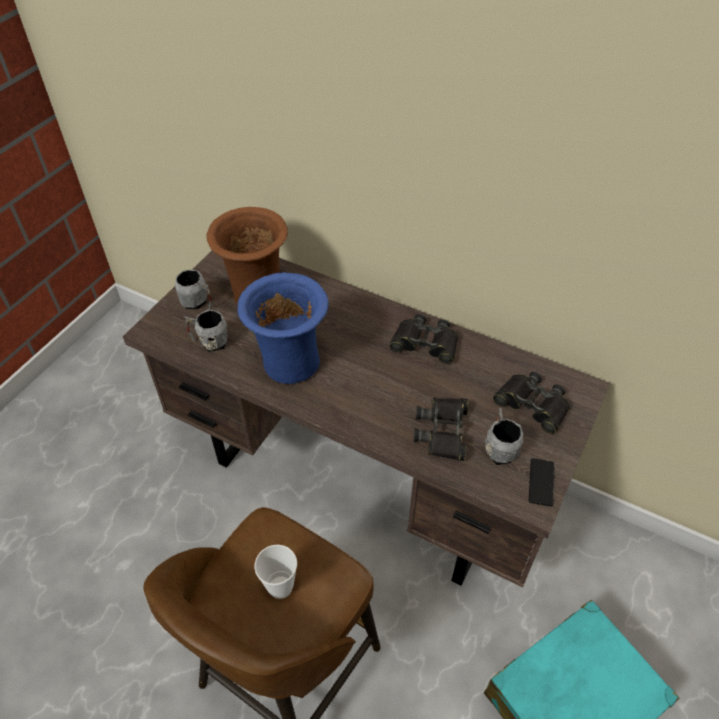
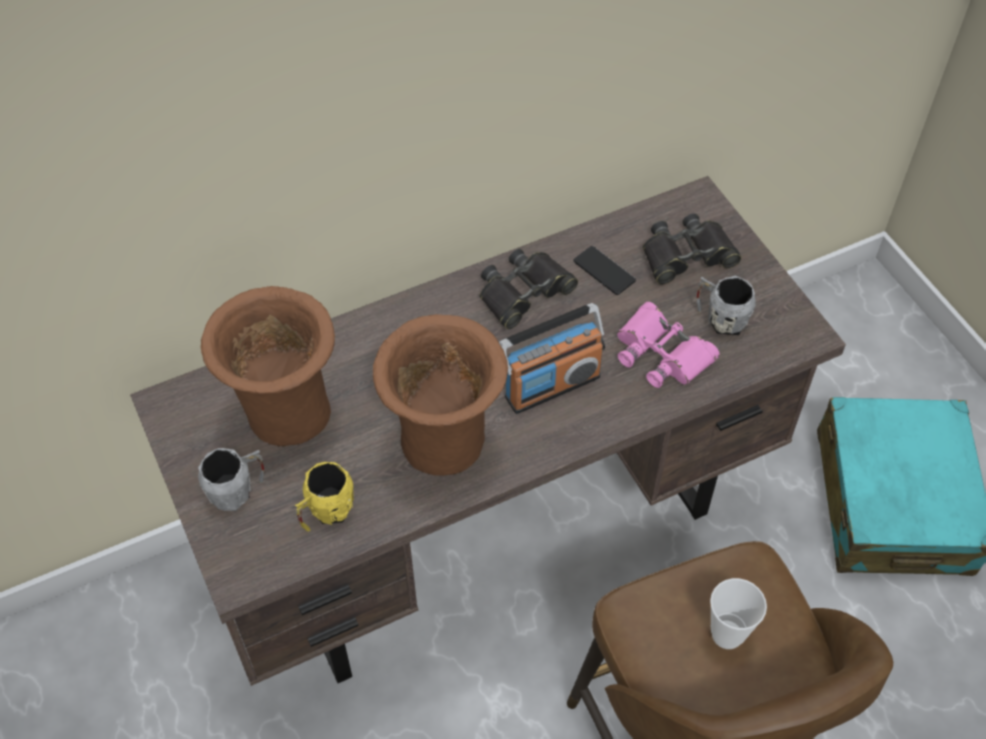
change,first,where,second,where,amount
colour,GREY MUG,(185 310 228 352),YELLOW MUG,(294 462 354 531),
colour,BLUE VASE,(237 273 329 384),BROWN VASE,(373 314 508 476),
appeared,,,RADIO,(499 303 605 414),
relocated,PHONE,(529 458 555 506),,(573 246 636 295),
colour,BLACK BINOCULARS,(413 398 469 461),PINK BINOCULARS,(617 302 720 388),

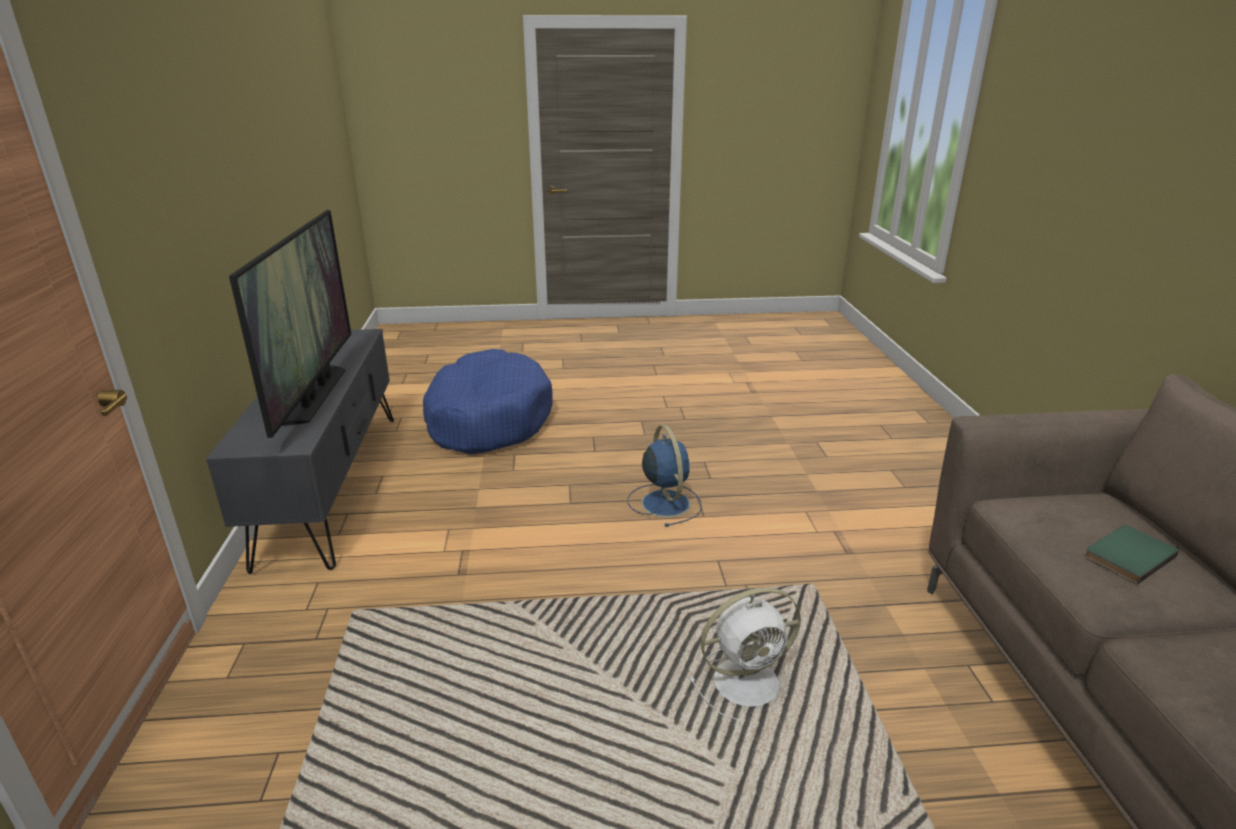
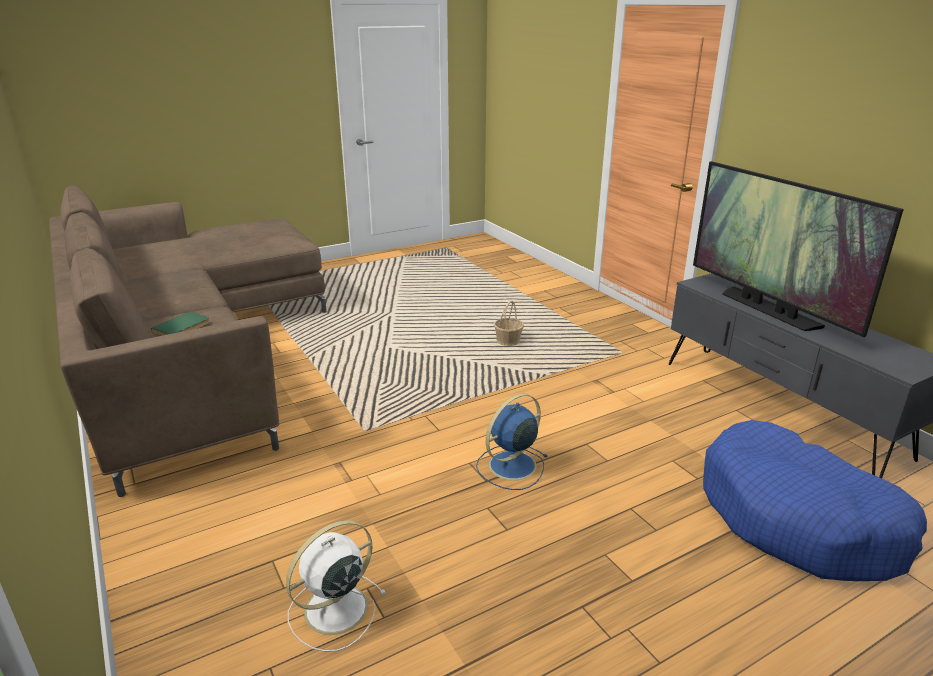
change,first,where,second,where,amount
relocated,WHITE FAN,(689 587 801 721),,(286 520 385 652),
spun,BLUE FAN,(627 425 702 527),,(476 394 547 490),90 degrees clockwise
appeared,,,BASKET,(494 300 524 346),

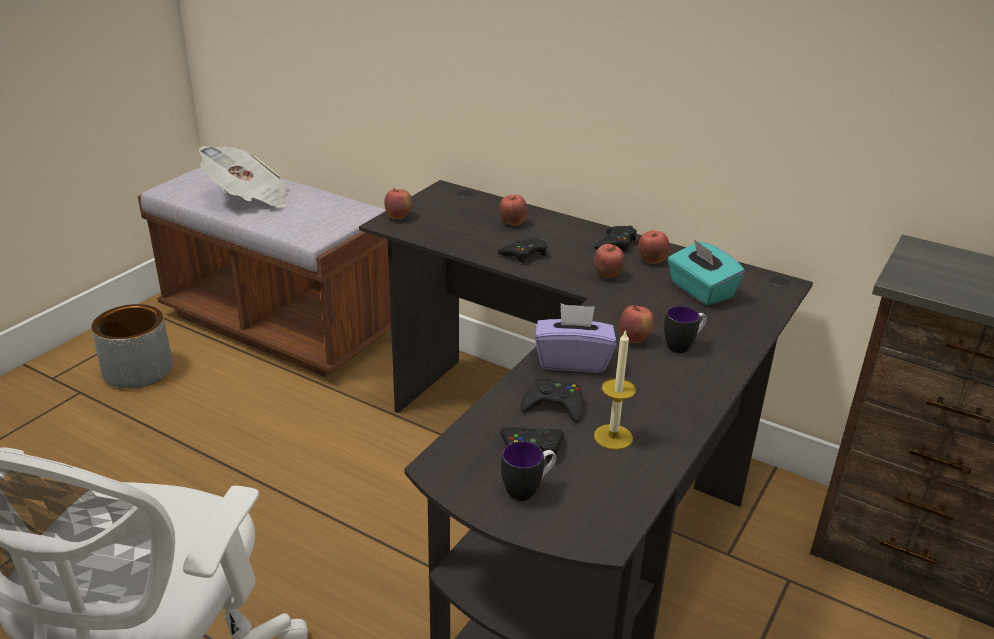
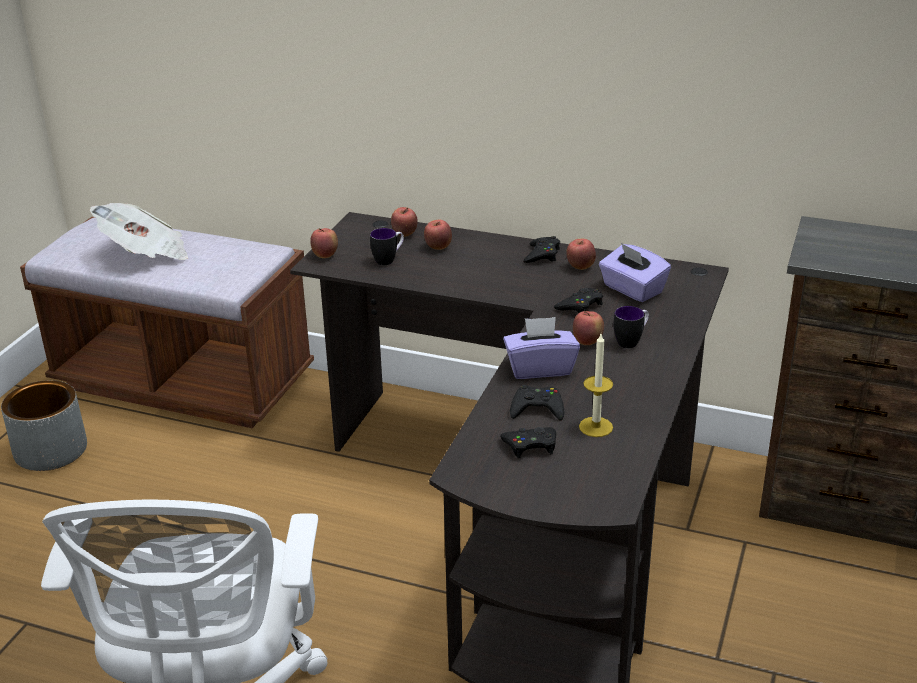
change,first,where,second,where,amount
relocated,MUG,(501 441 556 501),,(370 228 404 265),
relocated,APPLE,(594 244 625 278),,(391 207 418 237),
relocated,BLACK GAME CONTROLLER,(497 237 548 263),,(554 288 603 313),
colour,TURQUOISE TISSUE BOX,(668 239 745 306),PURPLE TISSUE BOX,(599 243 671 302),

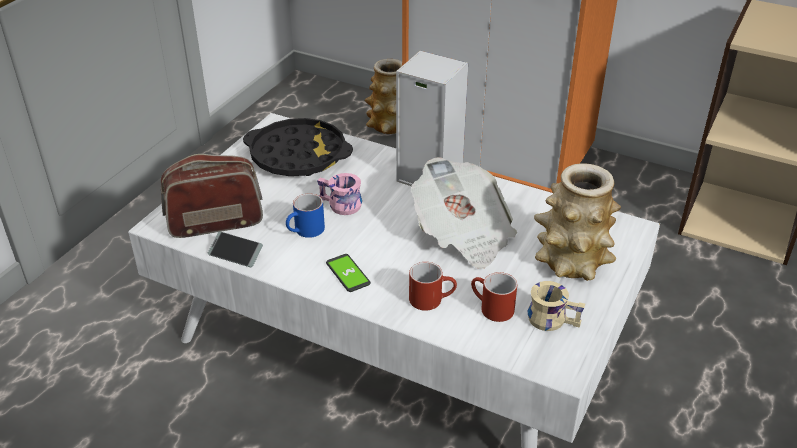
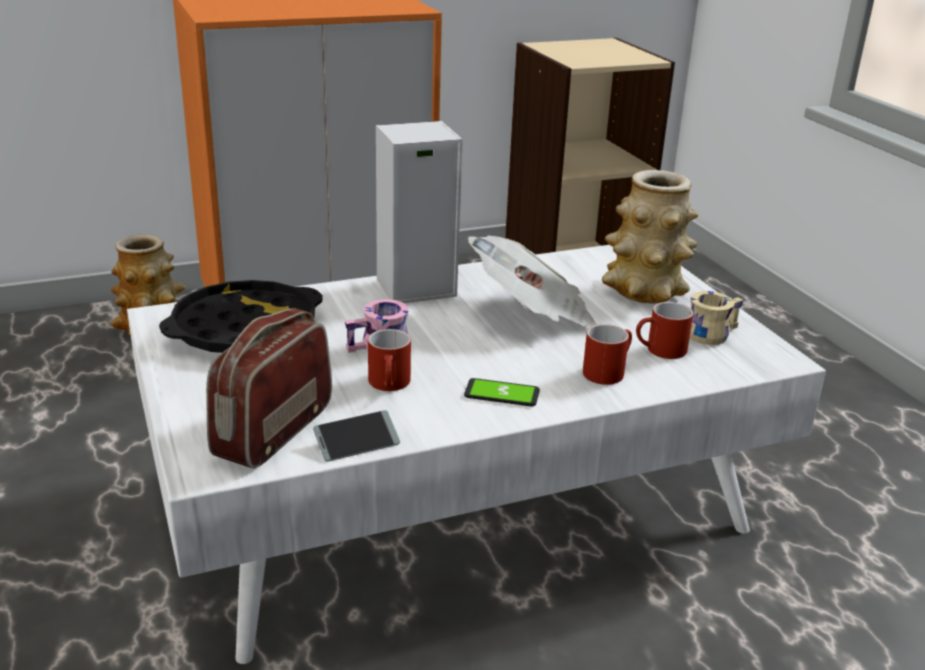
change,first,where,second,where,amount
colour,BLUE MUG,(286 193 325 238),RED MUG,(368 329 411 391),

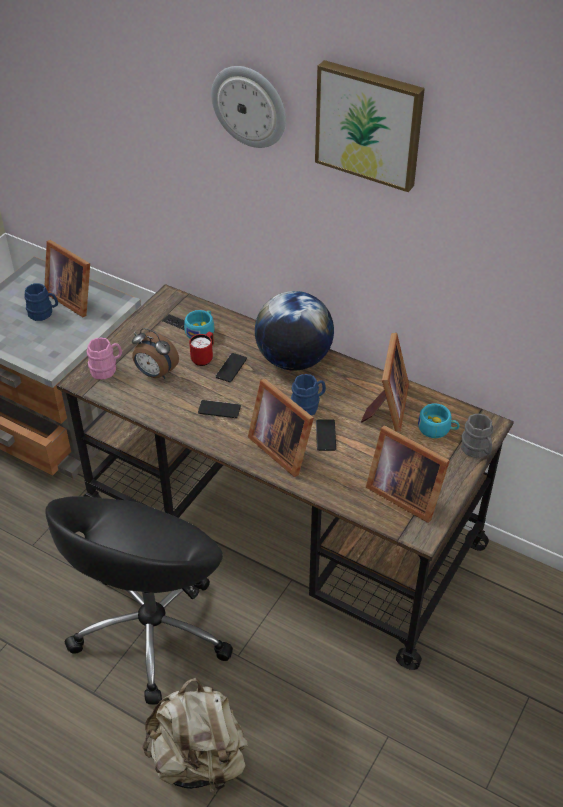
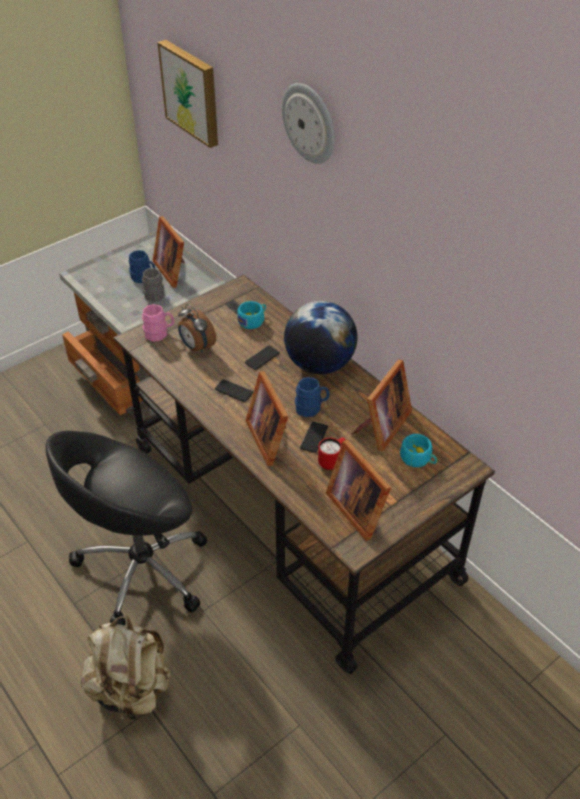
change,first,where,second,where,amount
relocated,GREY MUG,(461 413 493 458),,(142 268 164 302),
relocated,PICTURE,(315 60 425 192),,(157 40 218 148),
relocated,RED MUG,(189 332 214 366),,(318 437 346 470),

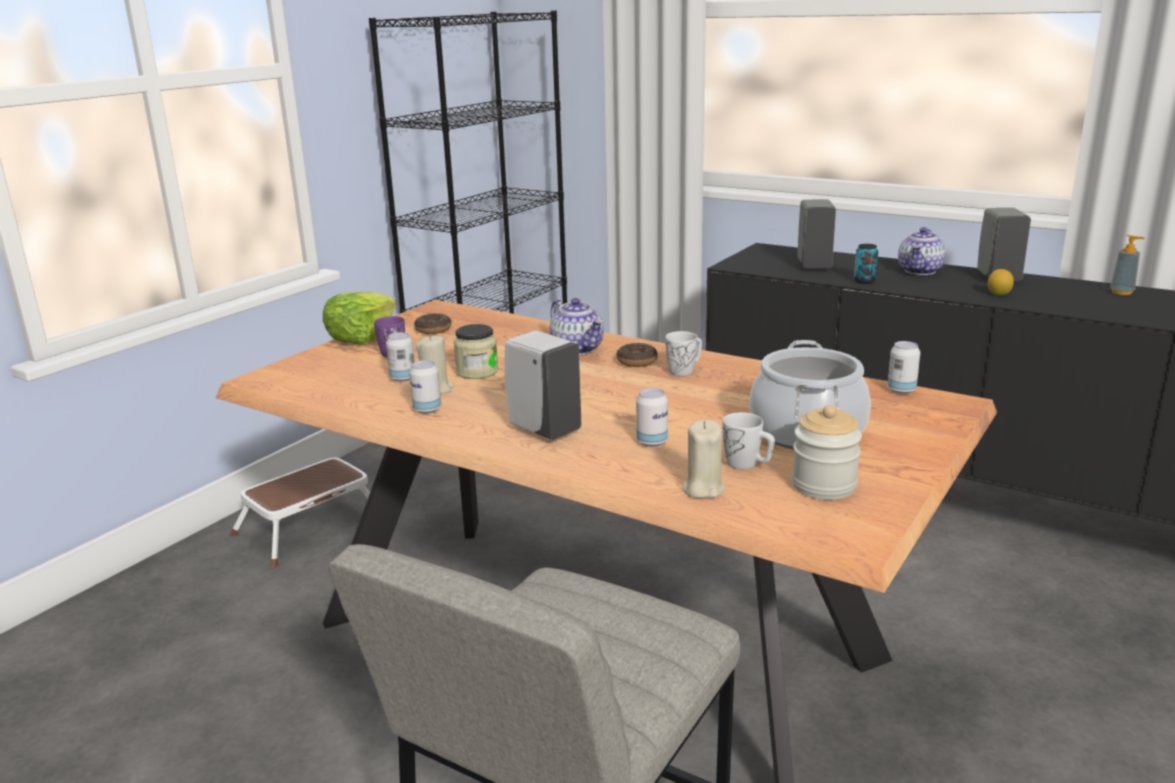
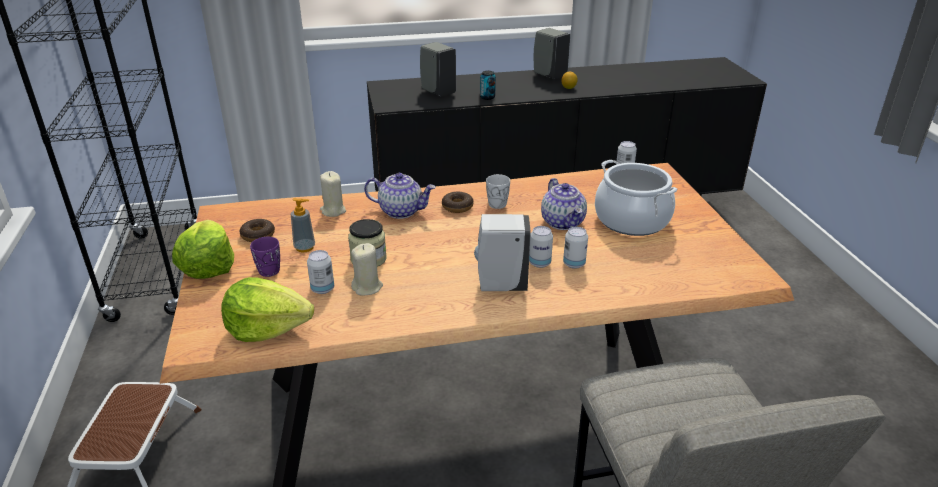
change,first,where,second,where,amount
appeared,,,LETTUCE,(221 277 314 342),
relocated,SOAP DISPENSER,(1110 235 1145 295),,(291 198 315 252),
relocated,BEIGE CANDLE,(682 420 725 498),,(320 171 346 217),
relocated,CAN,(409 360 441 414),,(529 226 553 268),
relocated,TEAPOT,(898 227 946 275),,(541 178 587 230),
missing,WHITE MUG,(722 412 775 469),,,
missing,JAR,(792 405 862 500),,,

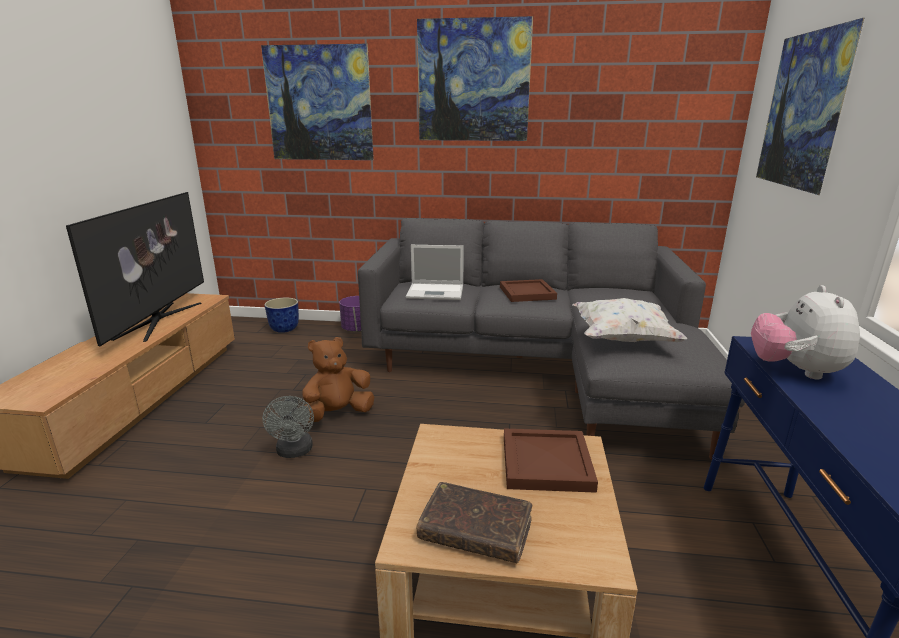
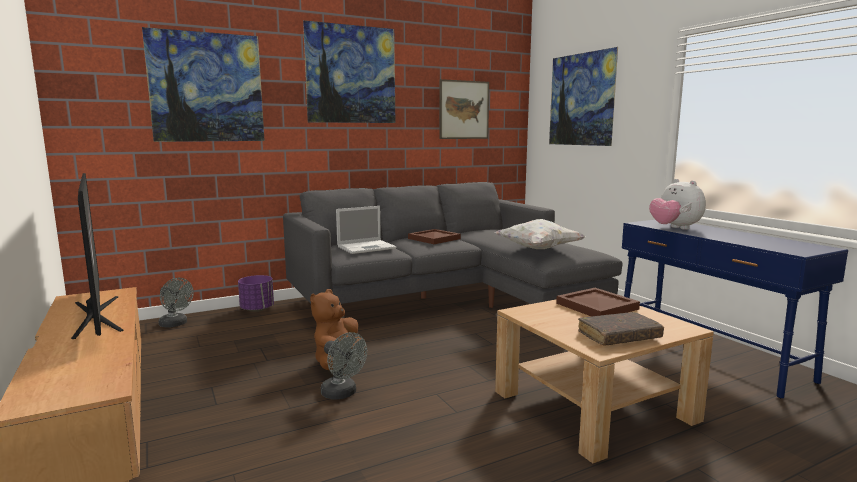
change,first,where,second,where,amount
exchanged,PLANTER,(264 298 299 333),GREY FAN,(159 278 194 328),
appeared,,,PICTURE,(439 79 489 139),

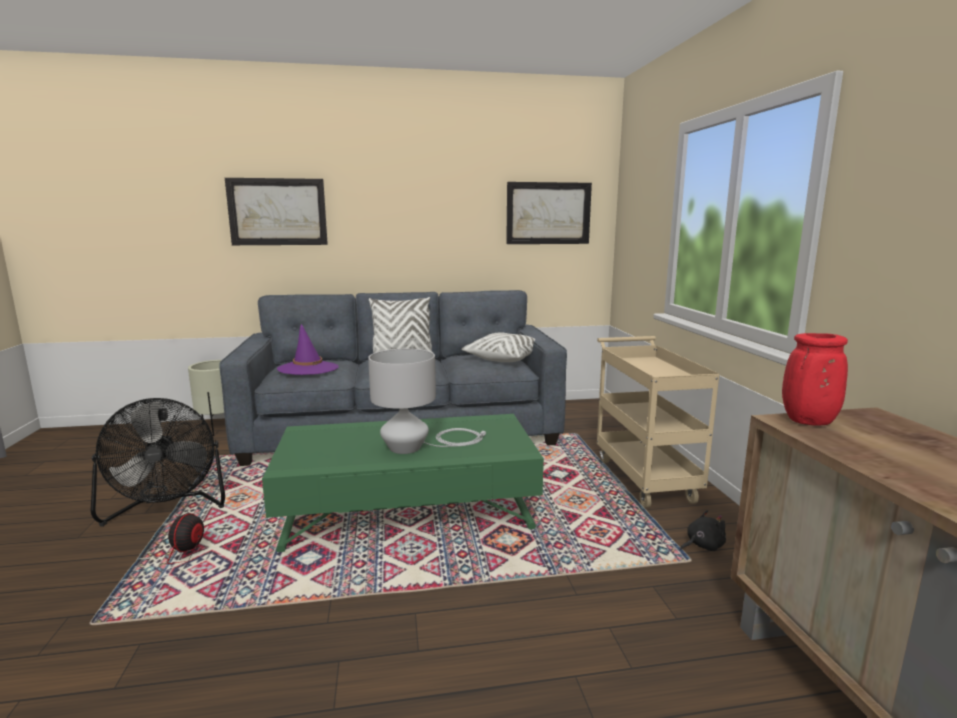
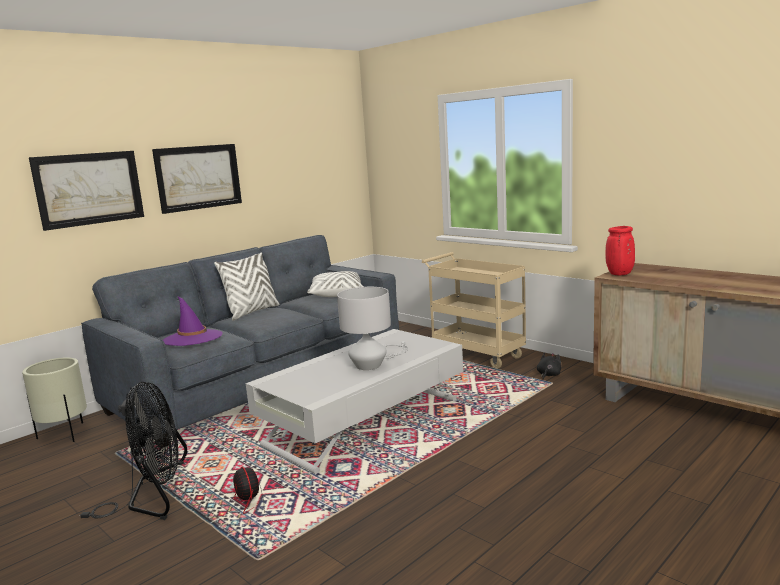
change,first,where,second,where,amount
spun,BLACK FAN,(90 398 225 527),,(79 382 187 520),45 degrees counterclockwise
relocated,PICTURE,(506 182 592 244),,(152 144 242 214),
colour,GREEN COFFEE TABLE,(262 414 544 552),WHITE COFFEE TABLE,(246 329 463 474),

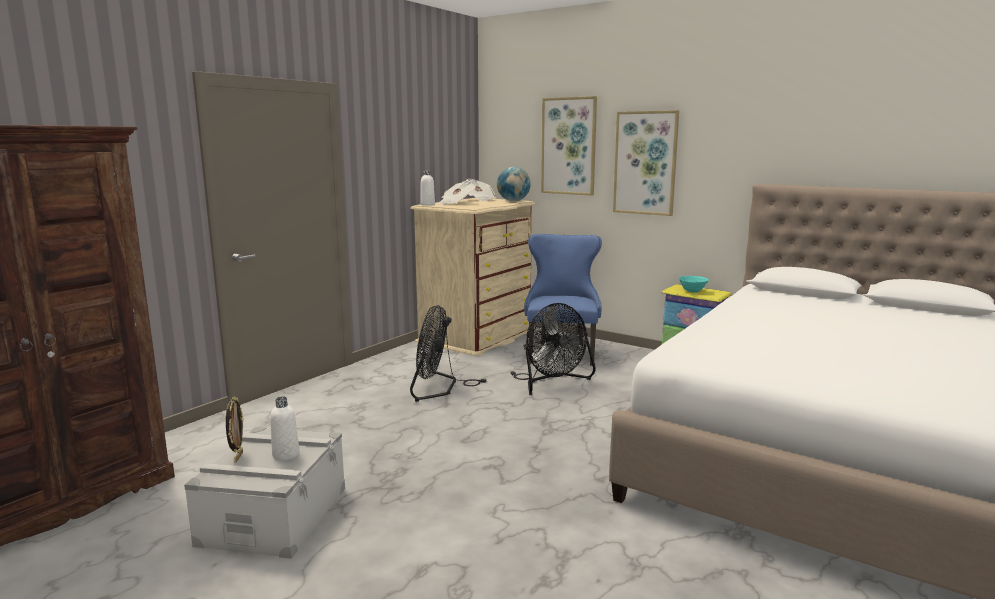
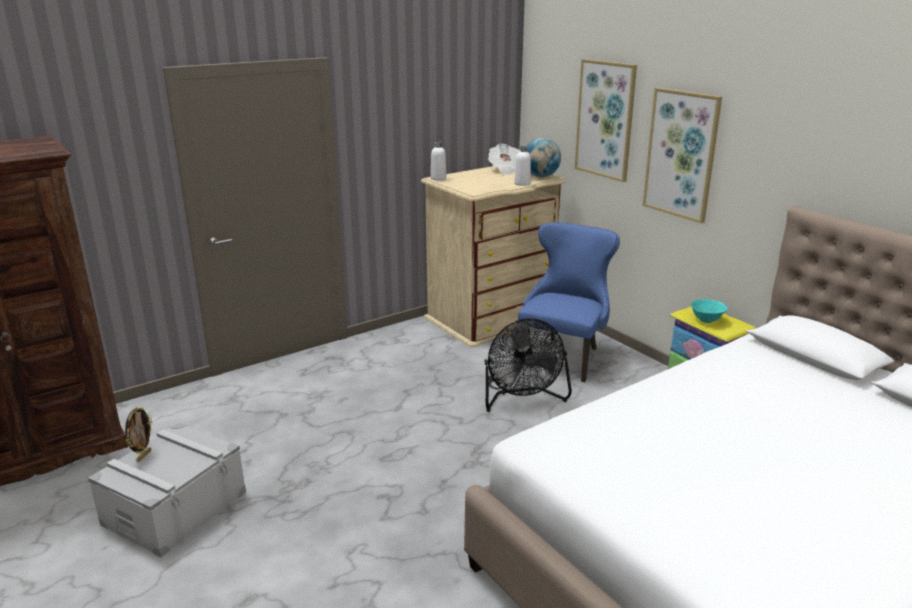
change,first,where,second,where,amount
relocated,WHITE BOTTLE,(270 396 299 460),,(514 146 531 186),
missing,BLACK FAN,(410 305 486 402),,,
missing,NEWSPAPER,(438 181 476 205),,,

